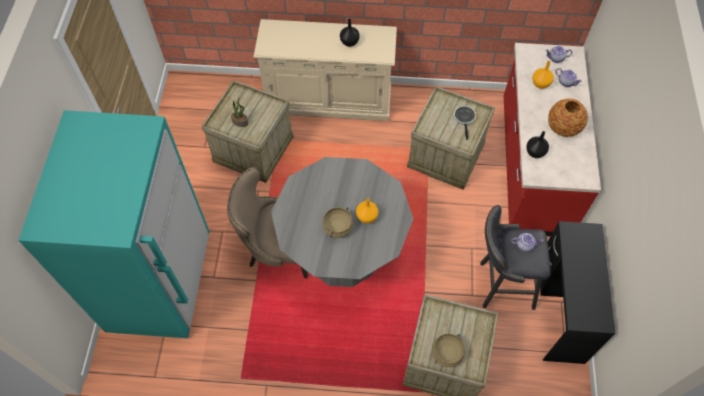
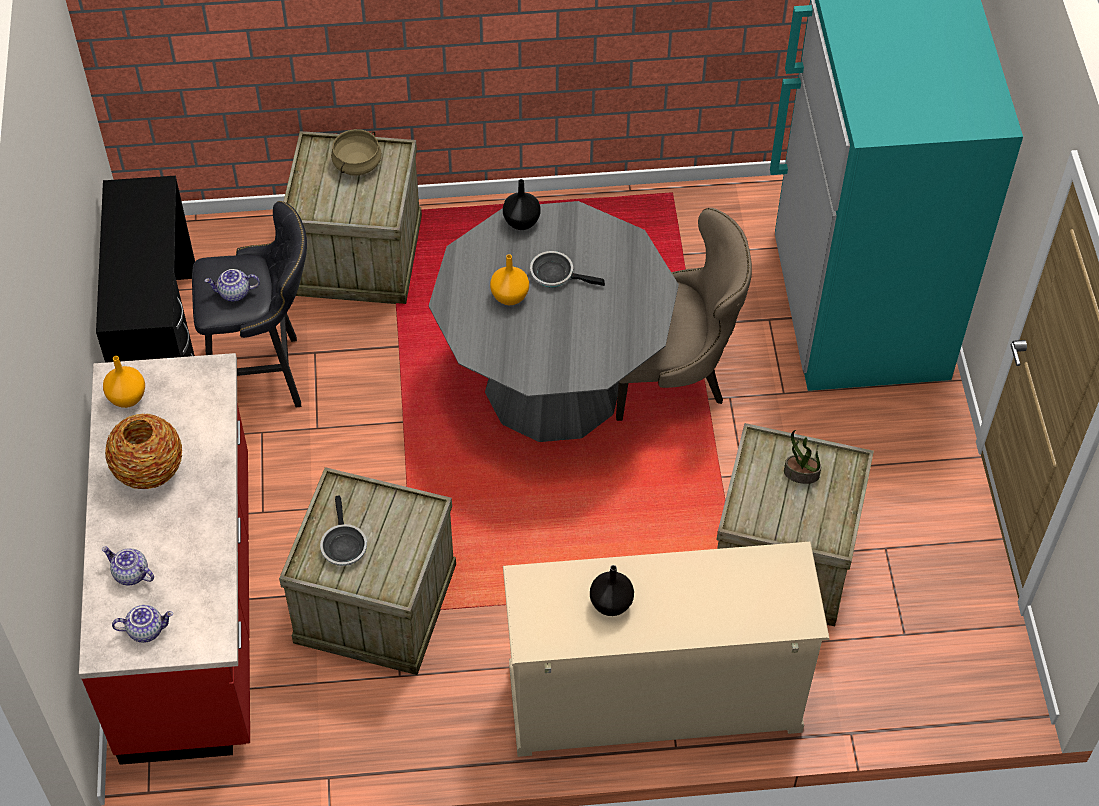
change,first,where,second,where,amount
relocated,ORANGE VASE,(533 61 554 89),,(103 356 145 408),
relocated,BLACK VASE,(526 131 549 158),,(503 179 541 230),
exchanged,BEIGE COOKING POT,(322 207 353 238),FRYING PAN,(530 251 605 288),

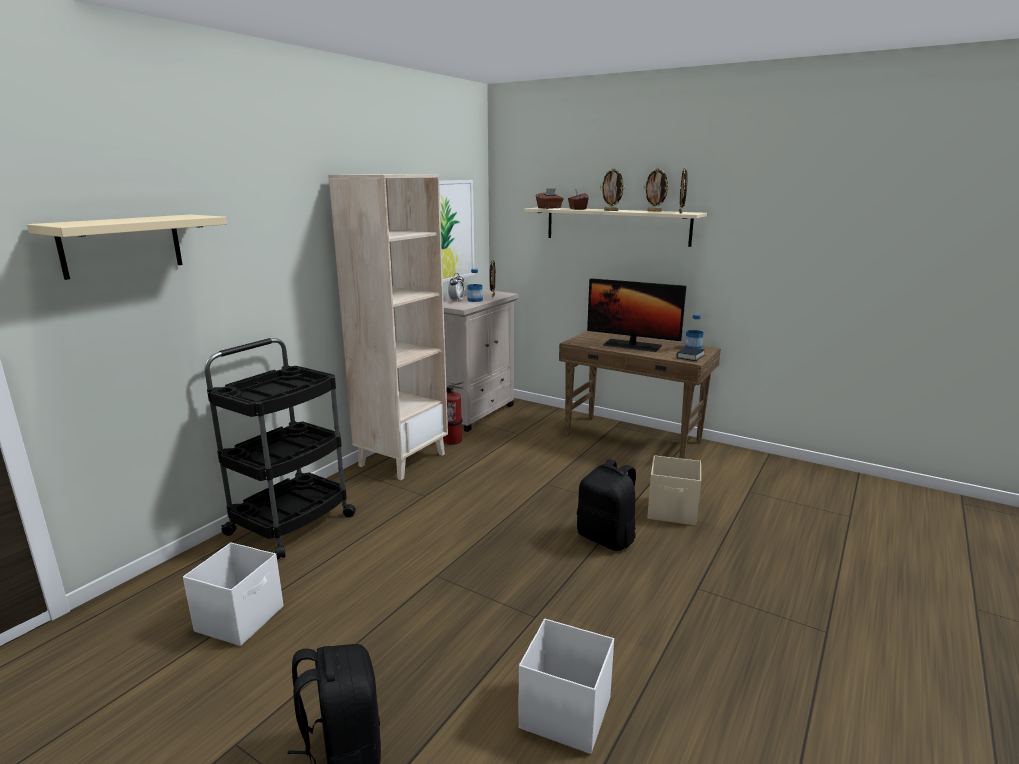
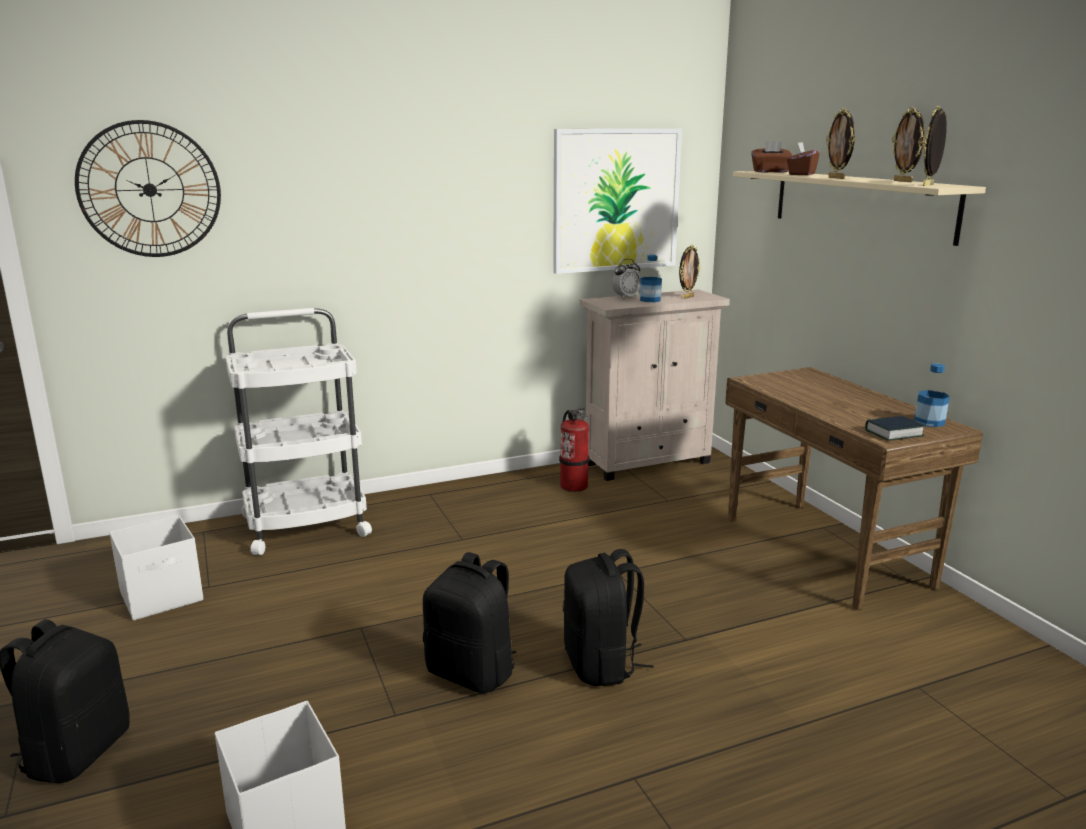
change,first,where,second,where,amount
exchanged,BEIGE SHELF,(27 215 227 280),WALL CLOCK,(75 120 221 257),
colour,BLACK CART,(205 338 356 559),WHITE CART,(225 308 372 555),
appeared,,,BLACK BACKPACK,(423 552 516 693),
missing,BEIGE BOOKCASE,(328 174 448 480),,,
missing,MONITOR,(587 278 687 352),,,
missing,BEIGE STORAGE BOX,(647 455 701 526),,,

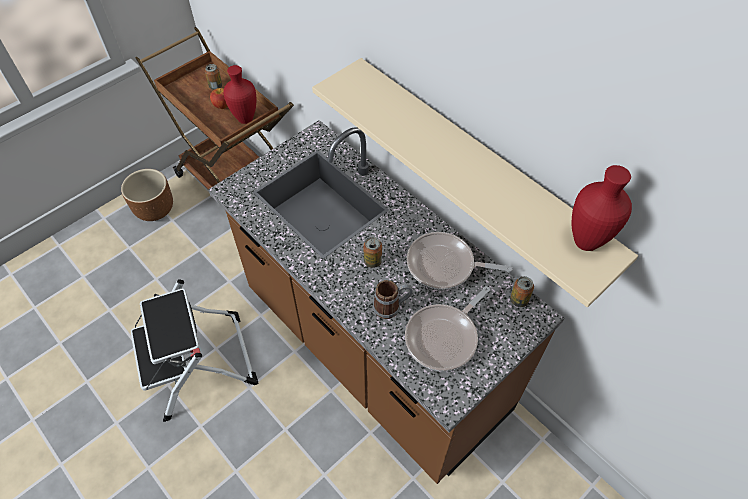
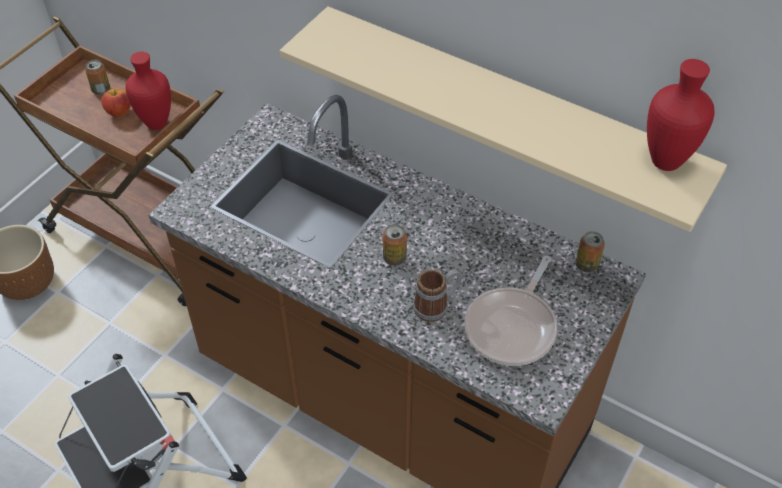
change,first,where,second,where,amount
missing,FRYING PAN,(407 232 512 290),,,

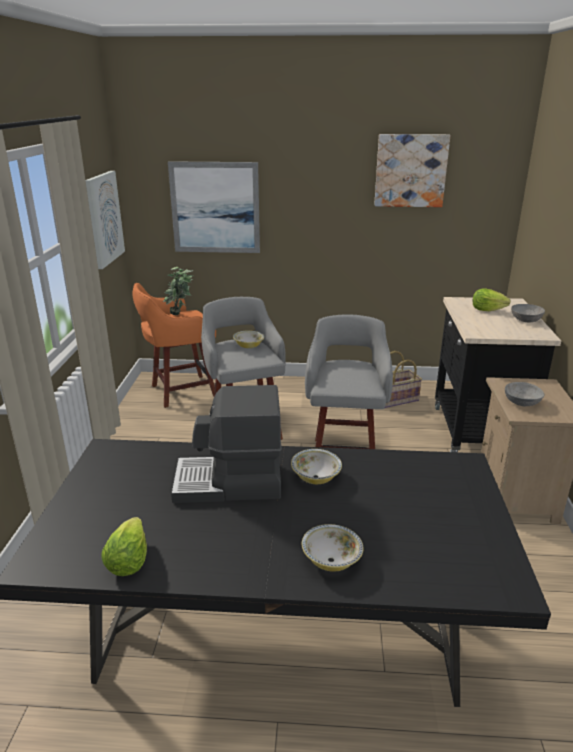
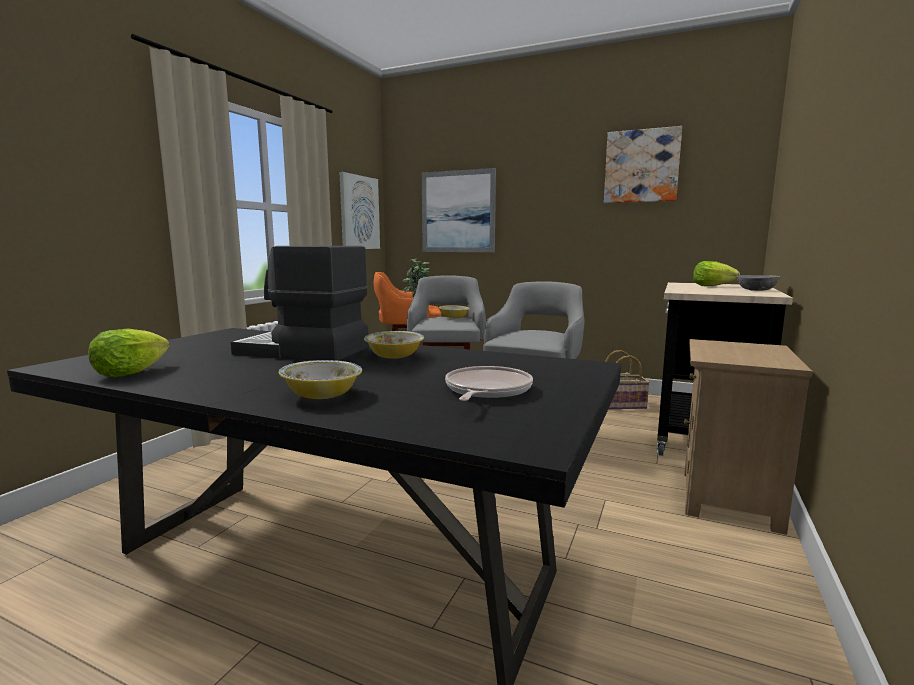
change,first,where,second,where,amount
appeared,,,FRYING PAN,(445 366 533 401),
missing,GREY BOWL,(505 382 544 406),,,

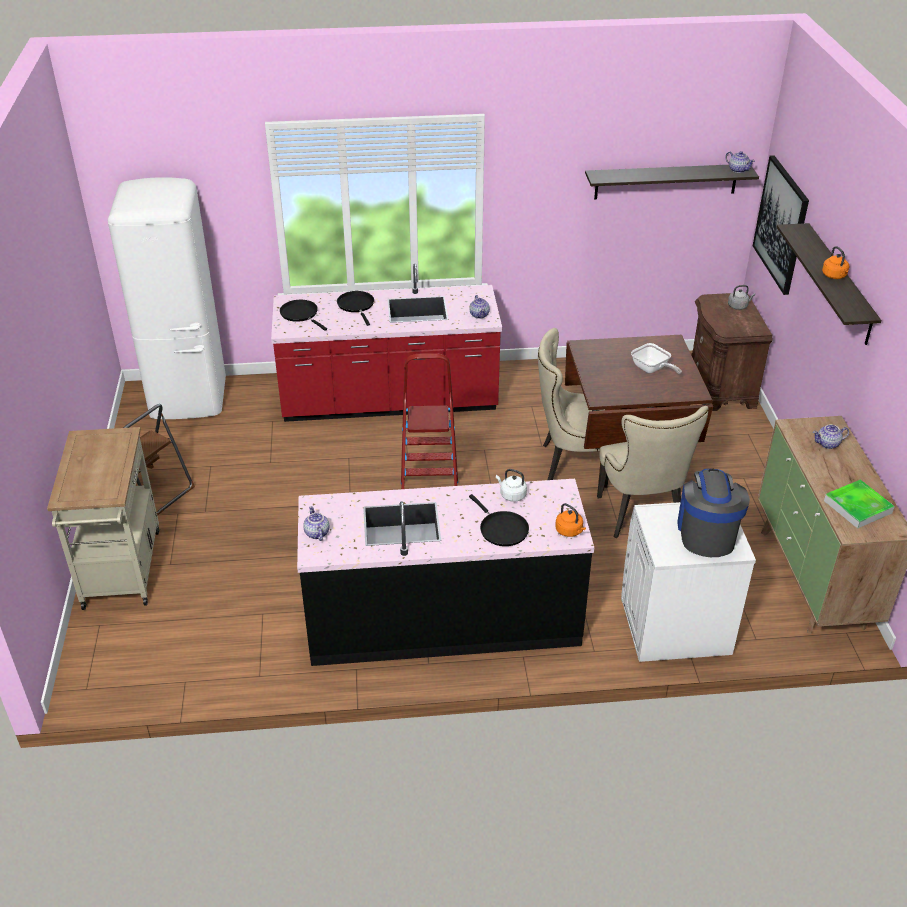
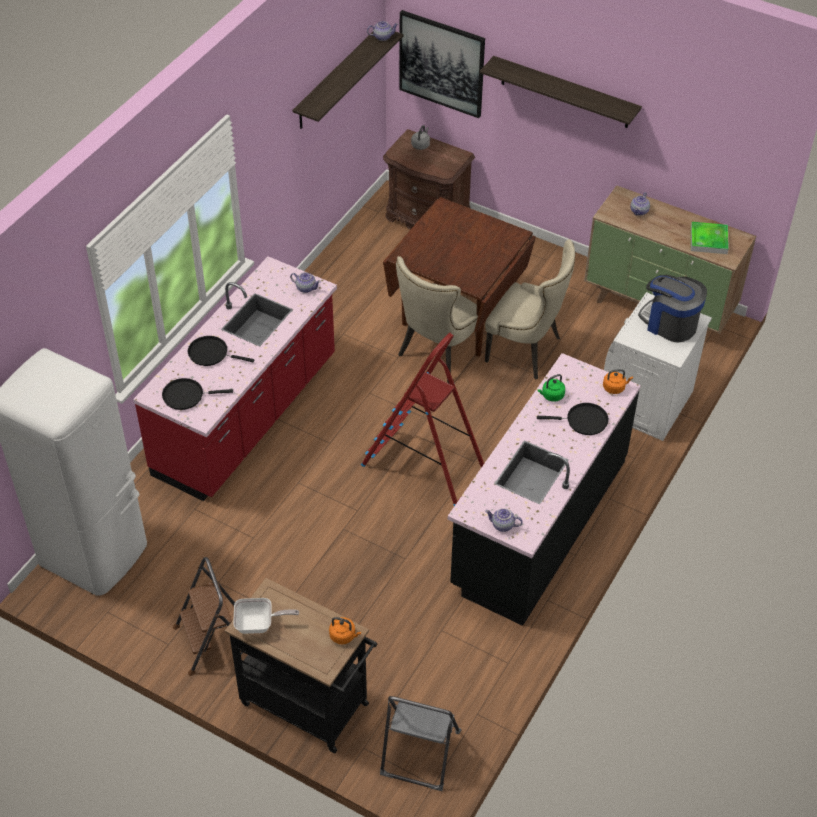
change,first,where,second,where,amount
colour,BEIGE CART,(47 427 160 610),BLACK CART,(225 578 377 753),
relocated,FRYING PAN,(631 343 682 374),,(233 598 299 634),
relocated,ORANGE KETTLE,(822 246 849 279),,(329 617 361 644),
appeared,,,GREY STEP LADDER,(380 696 462 791),
colour,WHITE KETTLE,(496 469 527 502),GREEN KETTLE,(538 374 565 402),

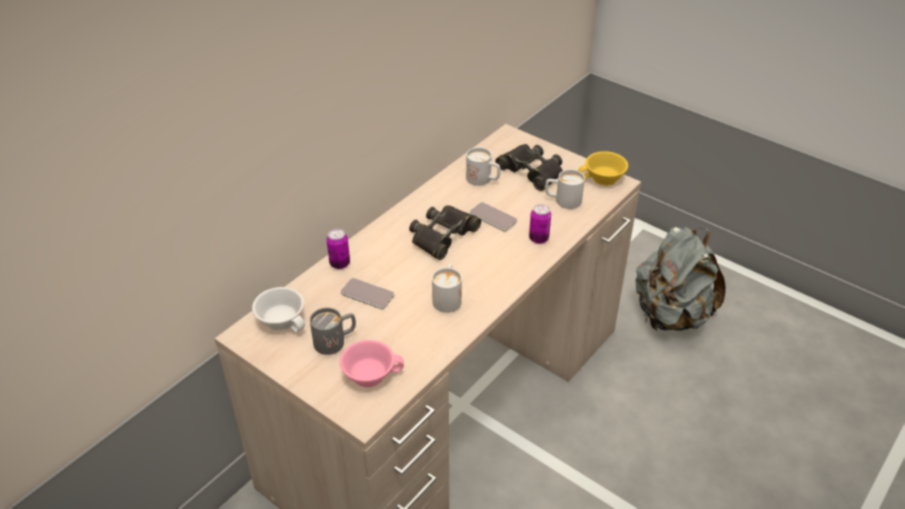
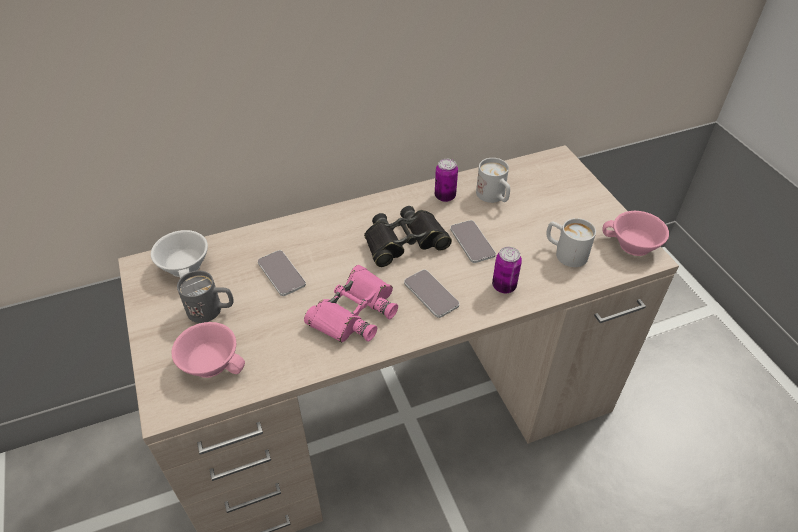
change,first,where,second,where,amount
exchanged,WHITE MUG,(432 264 462 313),PINK BINOCULARS,(304 265 398 342),
appeared,,,PHONE,(404 270 460 318),
relocated,CAN,(327 229 350 269),,(435 159 458 202),
colour,YELLOW CUP,(578 151 628 186),PINK CUP,(602 211 669 256),
missing,BLACK BINOCULARS,(495 144 563 191),,,
missing,GREY BACKPACK,(635 227 726 331),,,

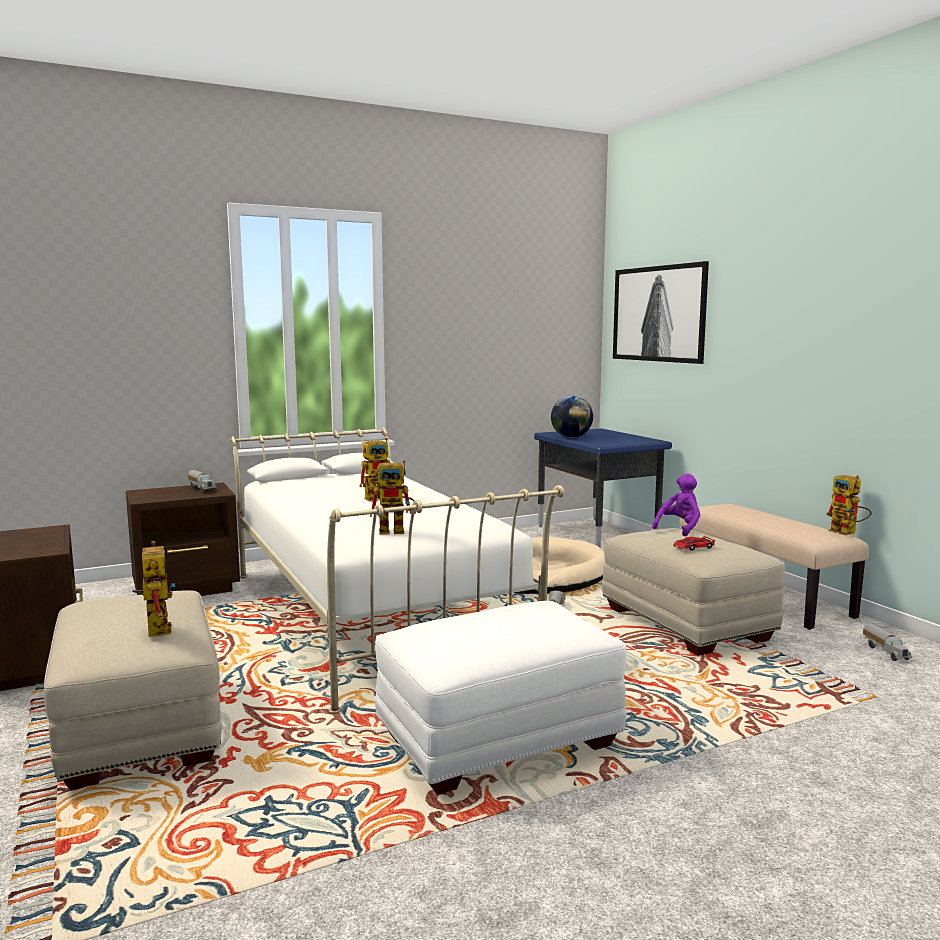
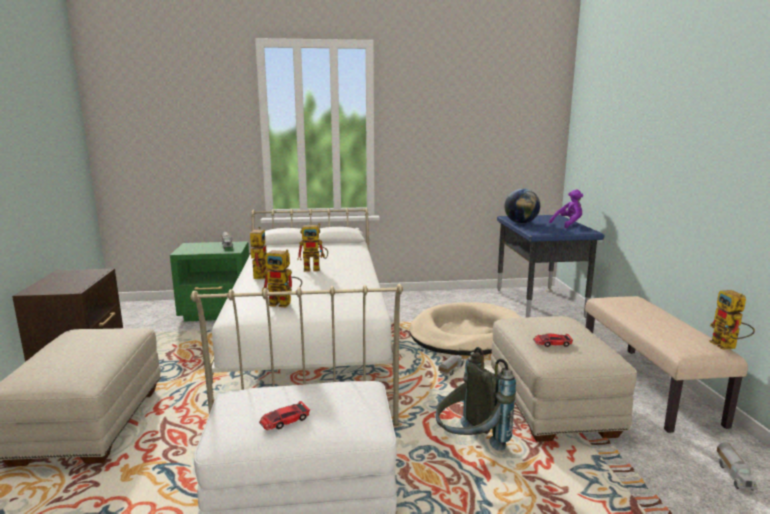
change,first,where,second,where,amount
colour,BROWN NIGHTSTAND,(126 483 240 596),GREEN NIGHTSTAND,(170 241 249 322),
relocated,TOY ROBOT,(132 541 176 637),,(249 226 267 279),
appeared,,,TOY CAR,(259 401 310 430),
appeared,,,GREY BACKPACK,(436 347 516 451),
relocated,PURPLE PLUSH TOY,(652 474 700 536),,(549 189 583 228),
missing,PICTURE,(613 261 709 364),,,

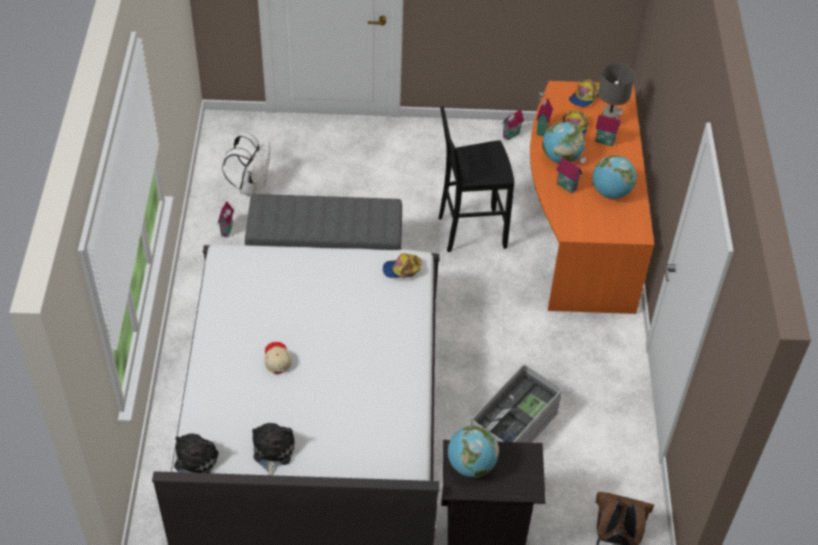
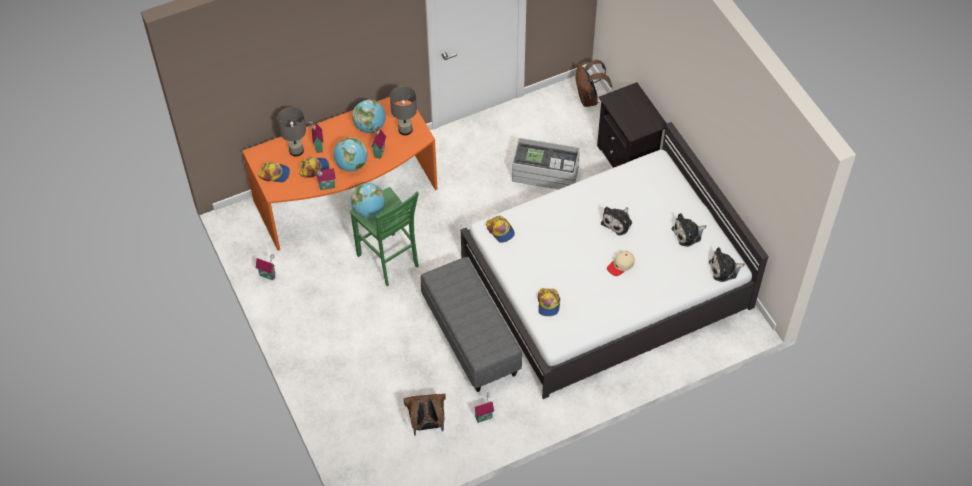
change,first,where,second,where,amount
colour,BLACK STOOL,(438 106 514 252),GREEN STOOL,(350 187 419 286),
relocated,GLOBE,(448 425 499 478),,(351 183 385 217),
appeared,,,GREY TABLE LAMP,(390 86 417 135),
colour,WHITE BACKPACK,(222 132 270 196),BROWN BACKPACK,(403 394 446 436),
appeared,,,CAP,(538 288 560 316),
appeared,,,PLUSH TOY,(601 207 632 235),

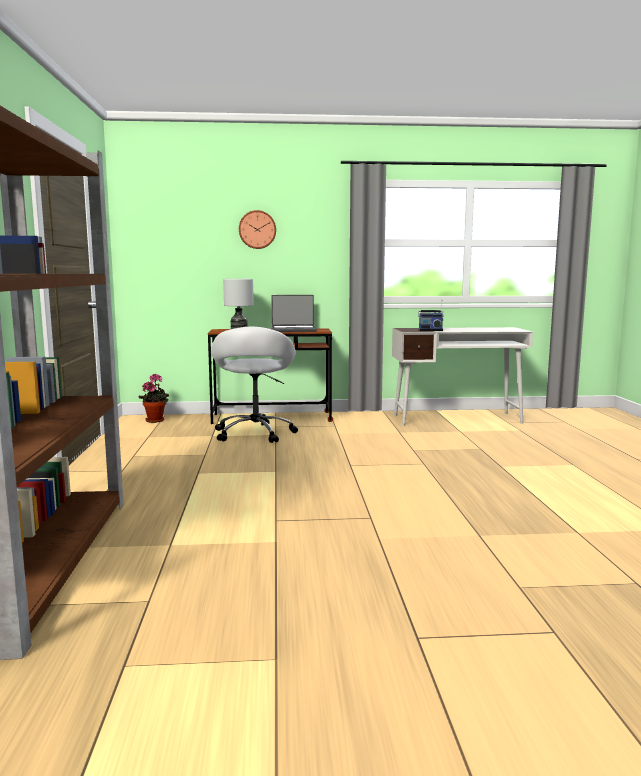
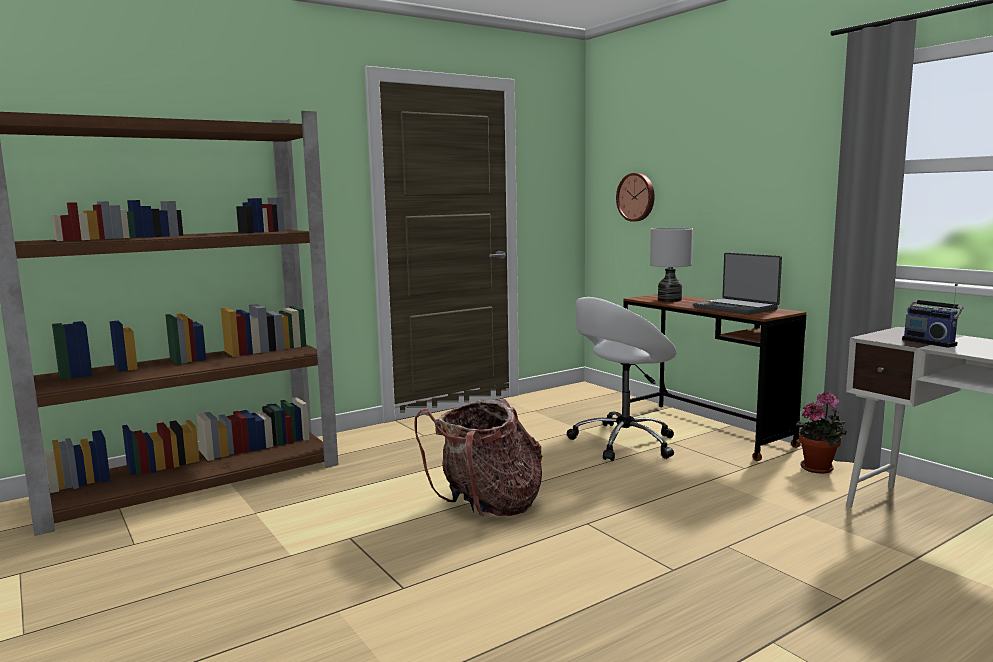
change,first,where,second,where,amount
appeared,,,BACKPACK,(414 398 542 517),
relocated,WALL CLOCK,(239 210 276 249),,(616 173 655 222),
relocated,POTTED PLANT,(138 373 169 423),,(796 392 847 474),

